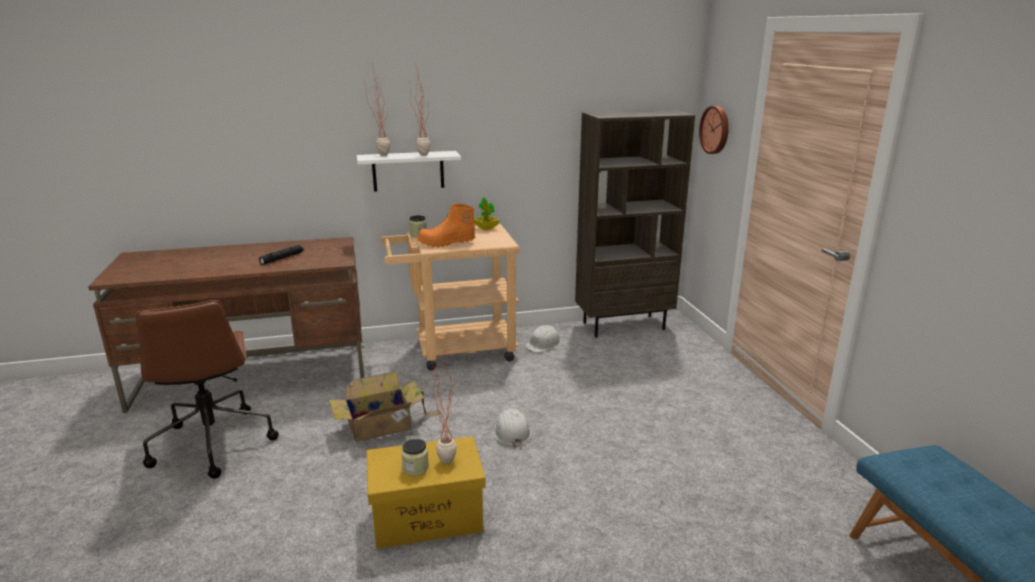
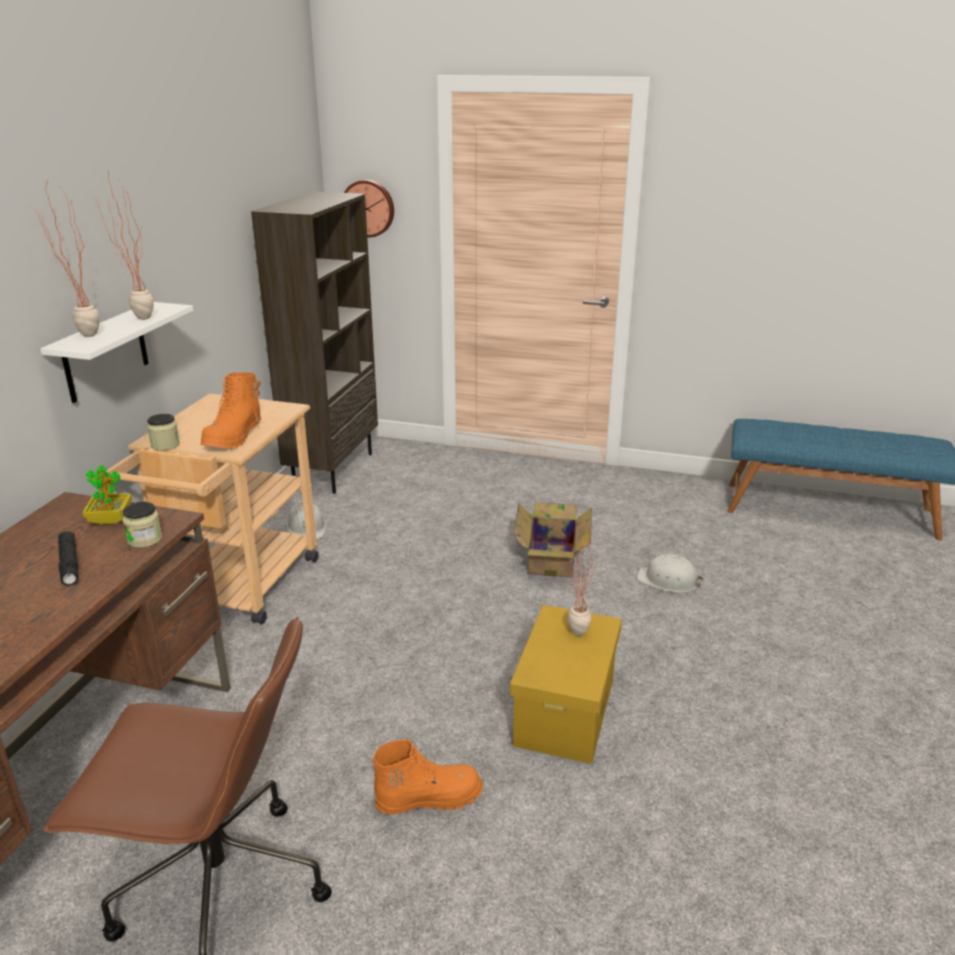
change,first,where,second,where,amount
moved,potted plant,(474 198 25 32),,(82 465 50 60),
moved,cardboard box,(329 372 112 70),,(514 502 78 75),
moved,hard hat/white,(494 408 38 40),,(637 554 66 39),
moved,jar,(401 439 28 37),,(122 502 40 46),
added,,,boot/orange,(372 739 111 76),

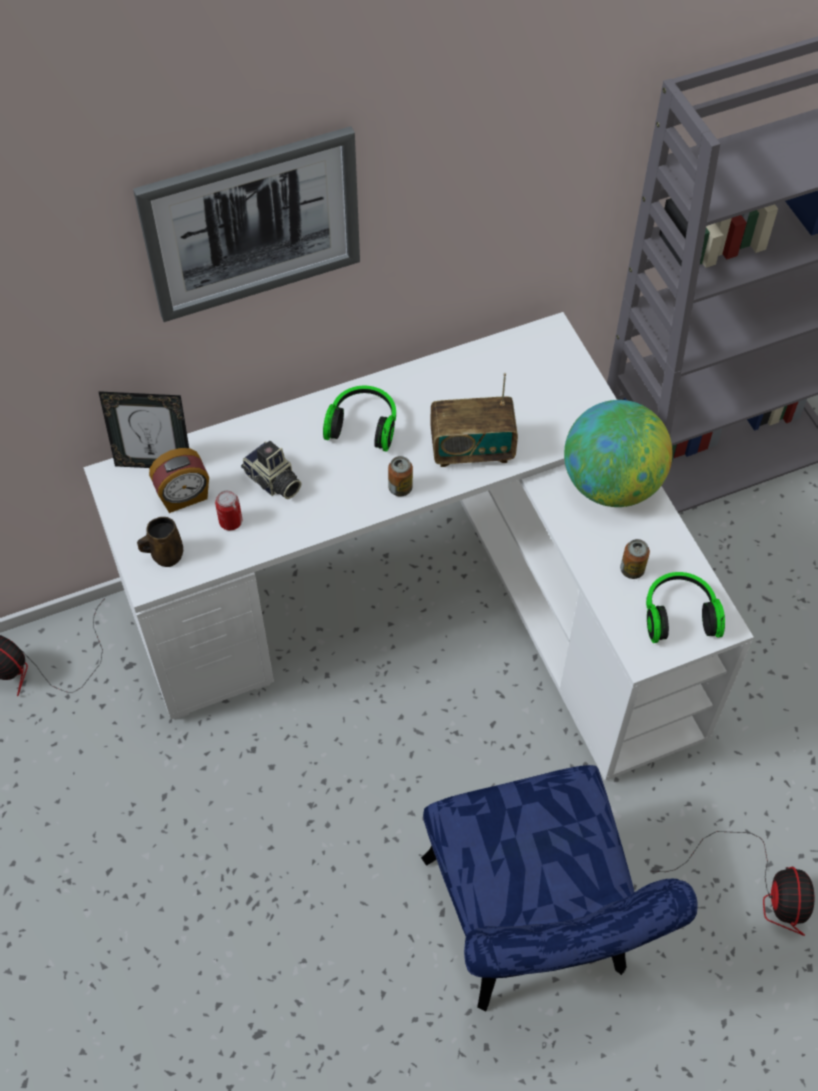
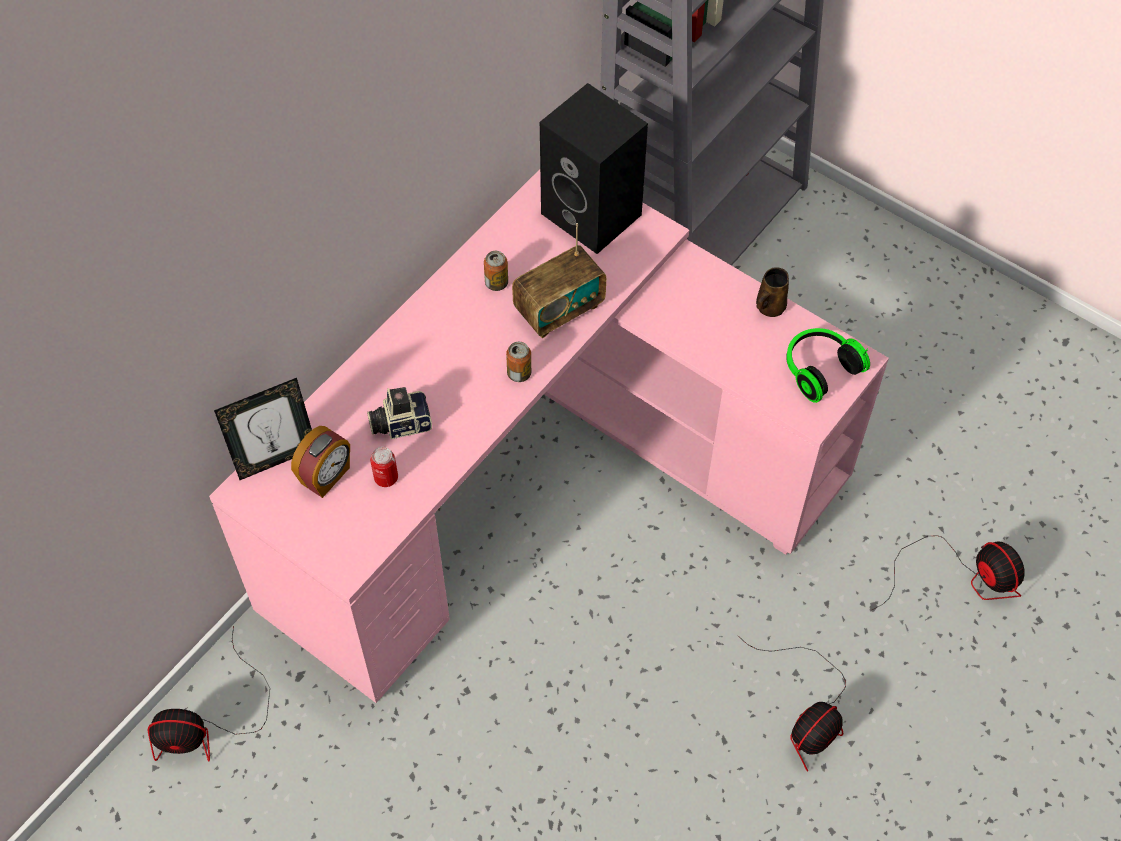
change,first,where,second,where,amount
removed,picture,(133 126 227 196),,,
recoloured,desk/white,(84 312 670 469),desk/pink,(209 169 680 534),
removed,headphones,(323 386 73 66),,,
removed,globe,(564 400 109 107),,,
turned,photo camera,(241 441 60 58),,(367 387 65 52),150 degrees clockwise
moved,mug/brown,(137 517 46 50),,(756 267 33 50),
moved,can,(620 539 30 40),,(484 251 24 40),
replaced,chair/blue,(421 765 277 246),fan,(737 635 109 136),
added,,,speaker/black,(540 83 108 171),

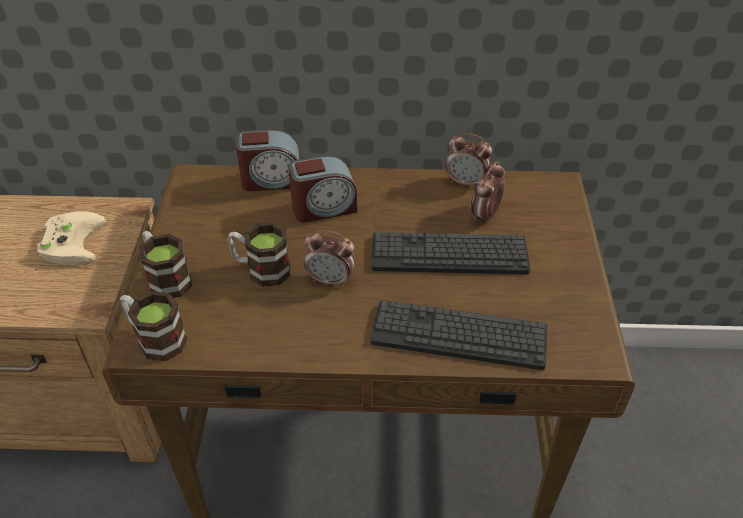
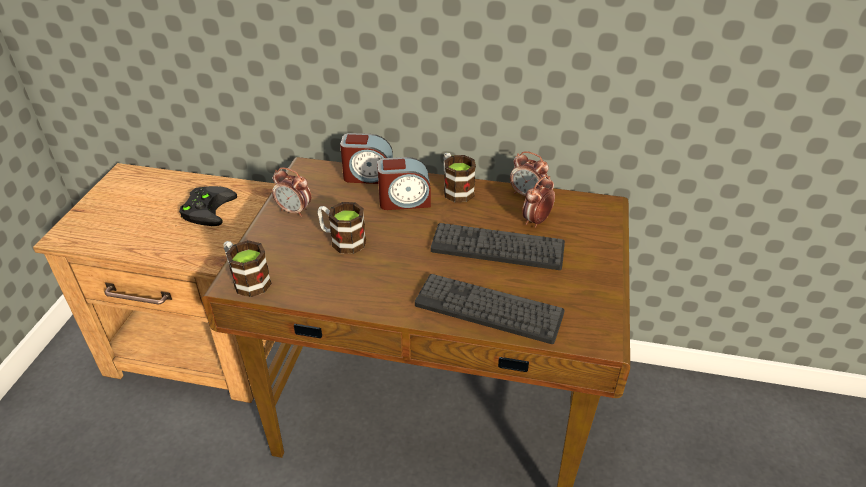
change,first,where,second,where,amount
recoloured,game controller/beige,(37 211 69 54),game controller/black,(179 186 58 40),
moved,alarm clock,(304 230 51 57),,(272 167 39 50),
moved,mug,(139 231 53 67),,(444 153 32 49),

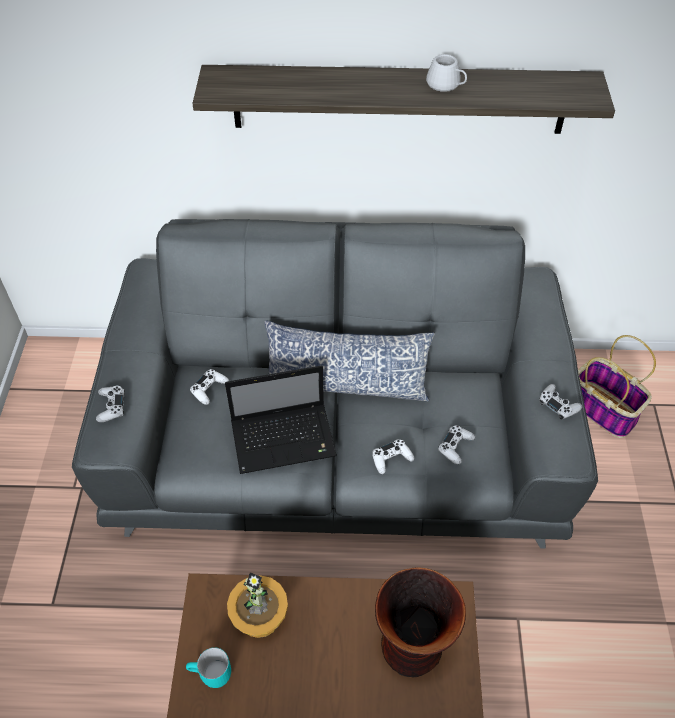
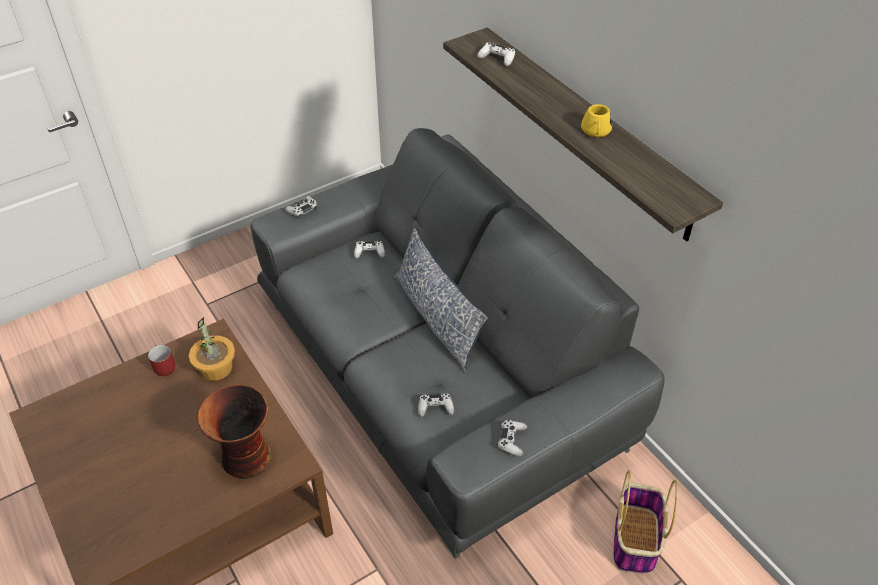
change,first,where,second,where,amount
recoloured,mug/white,(426 54 41 38),mug/yellow,(581 104 31 33),
removed,laptop,(225 366 112 108),,,
moved,game controller/white,(372 439 42 35),,(477 42 38 24),
recoloured,mug/turquoise,(186 647 45 41),mug/red,(148 345 27 31),

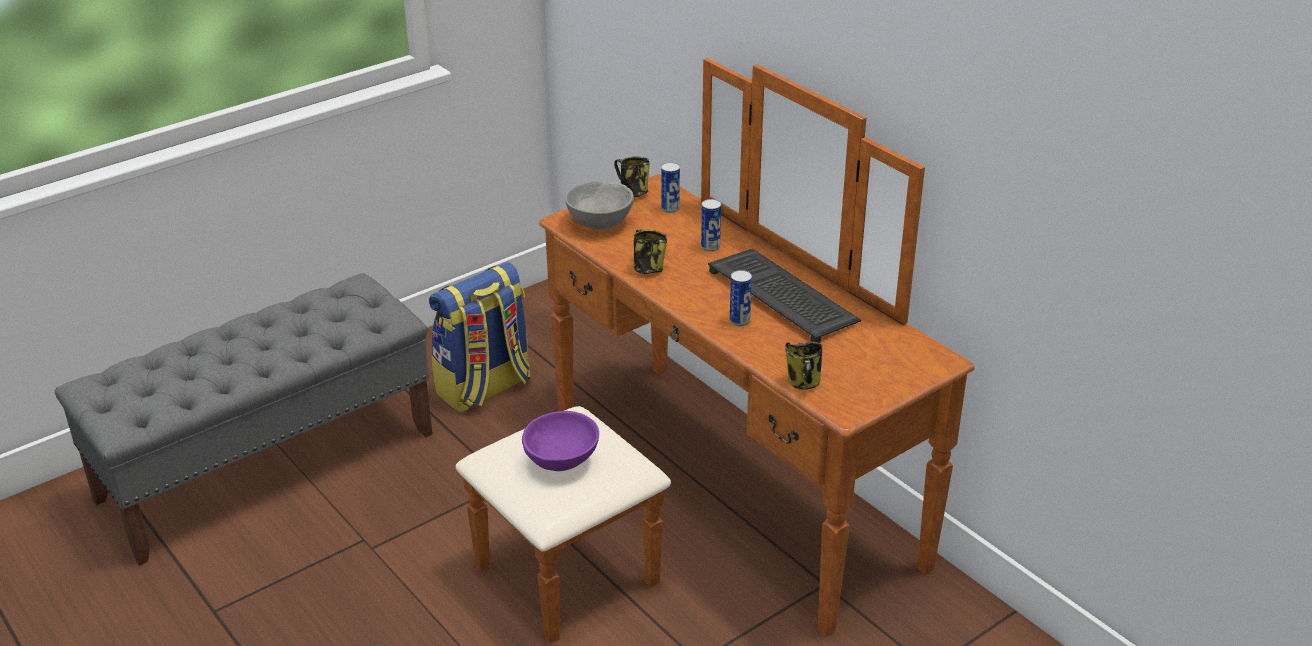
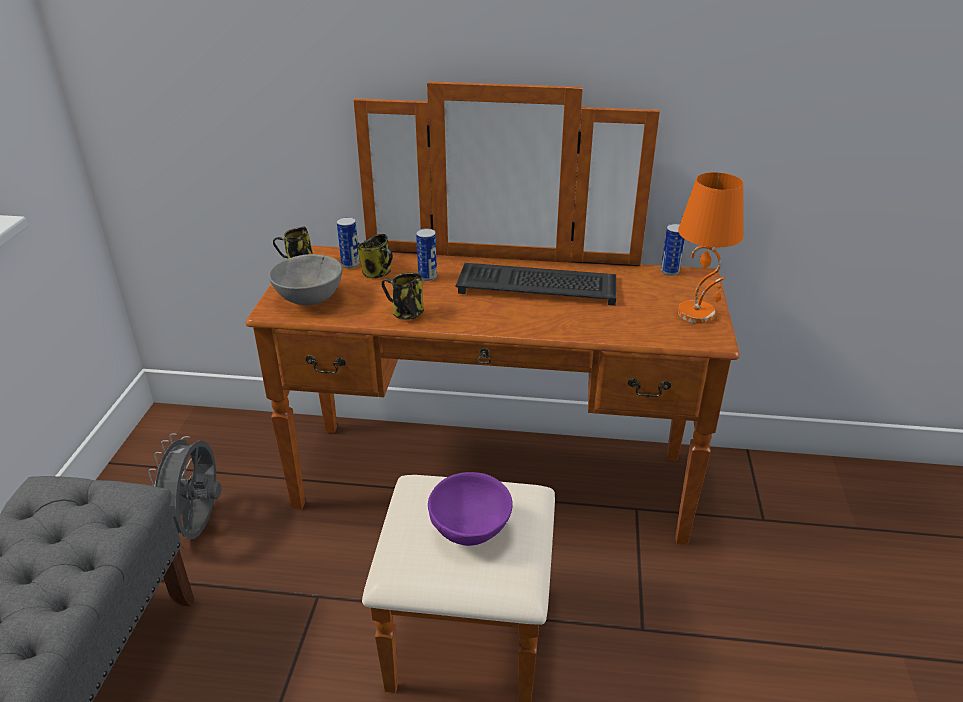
change,first,where,second,where,amount
replaced,backpack,(429 262 102 151),fan/grey,(148 433 73 106),
moved,can,(730 270 22 56),,(661 224 24 52),
moved,mug,(785 342 37 48),,(357 234 36 44),
added,,,table lamp/orange,(678 172 65 151),

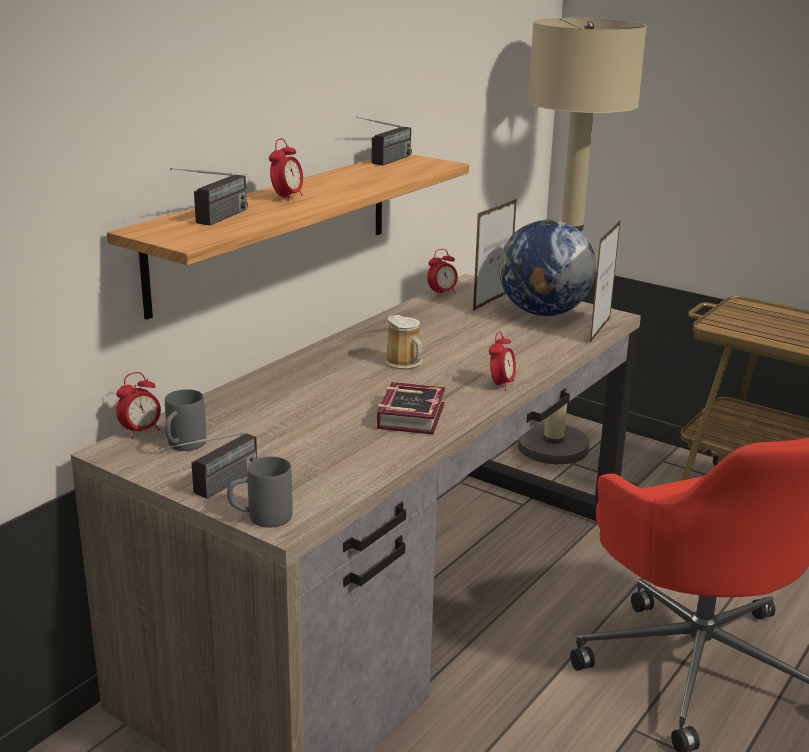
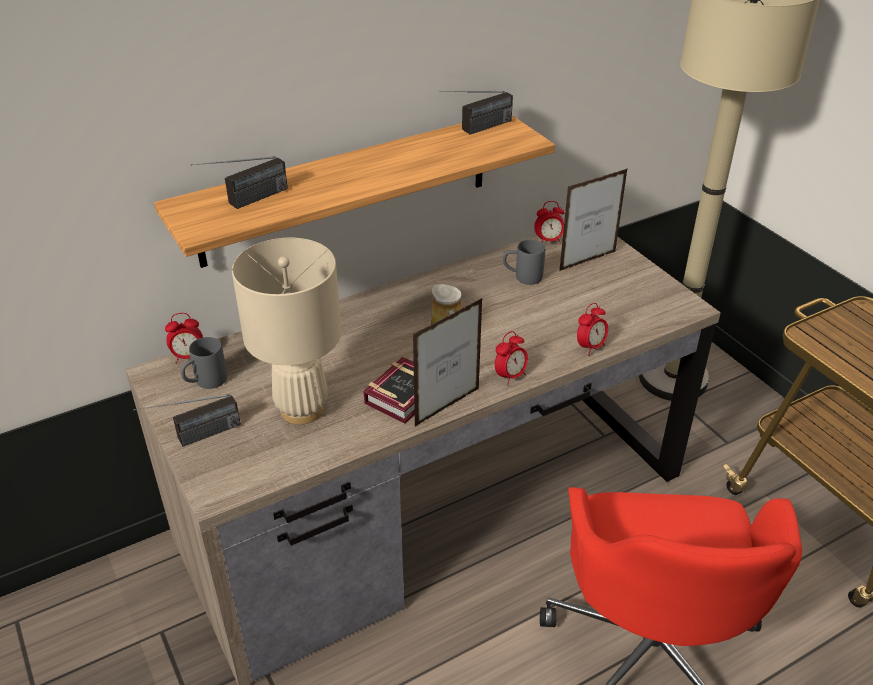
change,first,where,second,where,amount
moved,alarm clock,(269 138 34 63),,(577 303 31 52),
removed,globe,(499 220 97 96),,,
moved,picture frame,(590 220 30 122),,(413 298 69 128),
moved,mug/grey,(227 456 66 71),,(503 240 42 45),
added,,,table lamp/beige,(232 238 110 187),

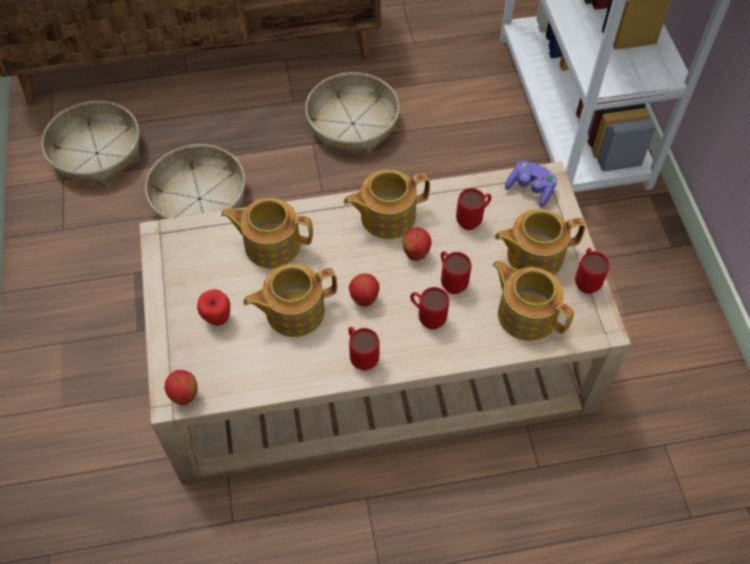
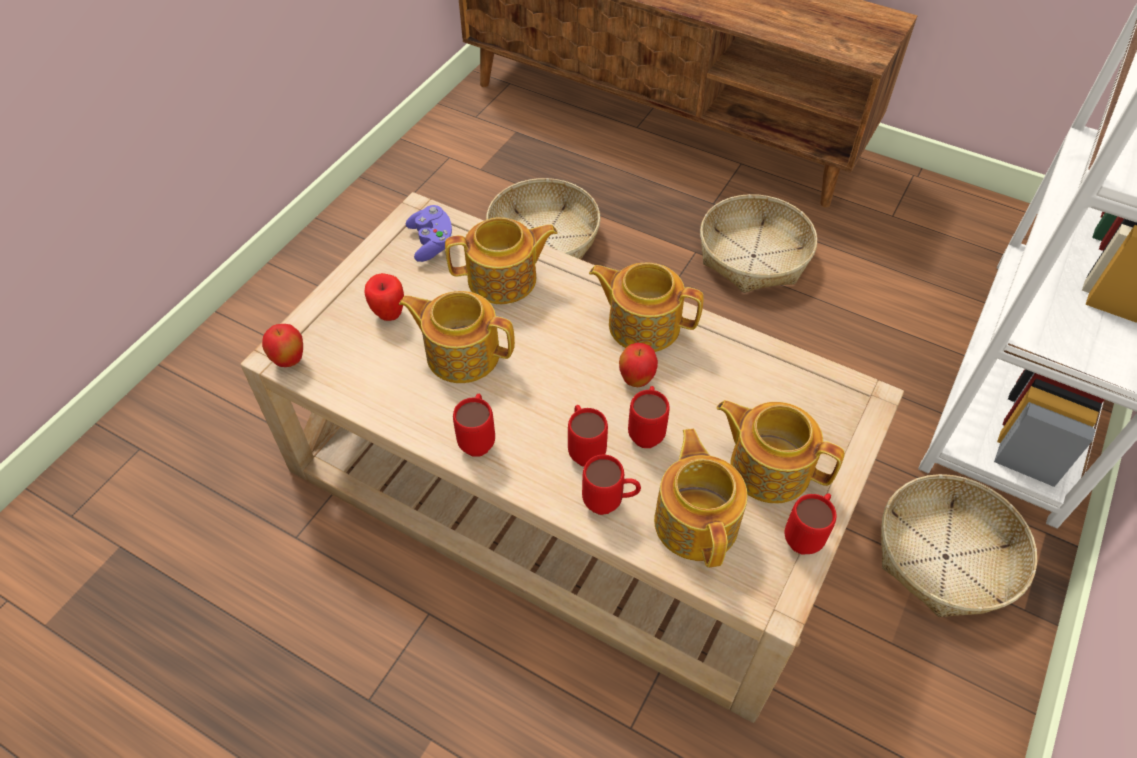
change,first,where,second,where,amount
moved,basket,(41 101 98 84),,(881 474 156 143),
moved,game controller/purple,(505 161 52 46),,(406 205 46 57),
moved,mug/red,(456 188 35 42),,(582 455 59 60),
turned,teapot,(221 198 92 70),,(445 217 113 87),120 degrees clockwise
removed,apple,(349 273 31 34),,,

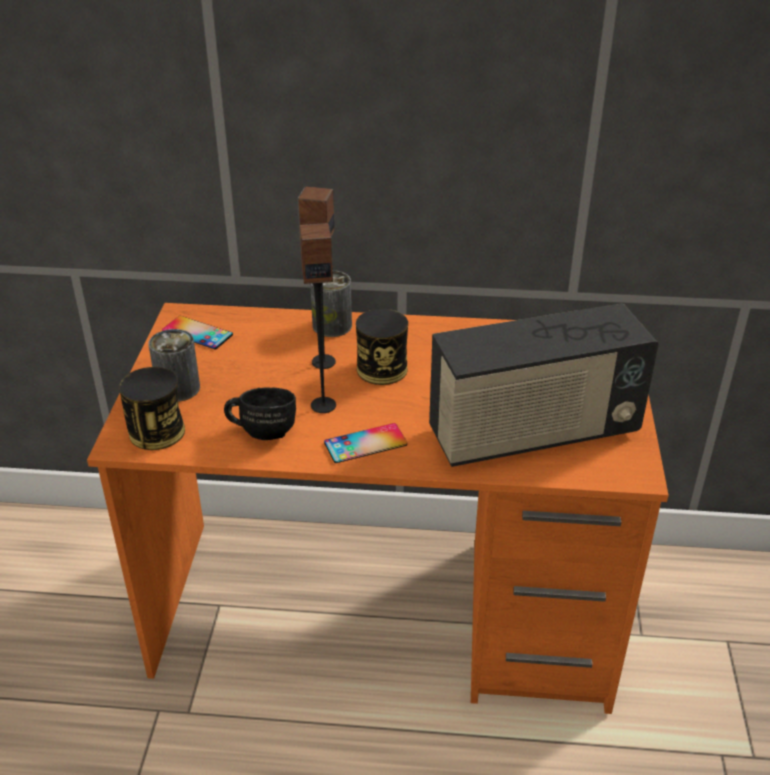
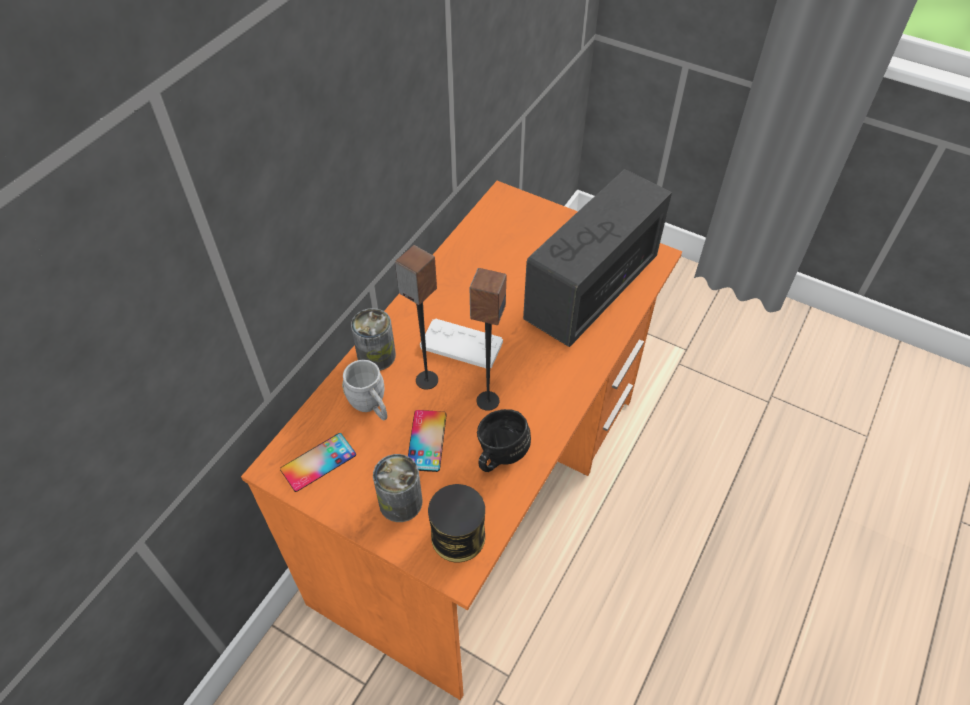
change,first,where,second,where,amount
turned,radio,(429 303 230 164),,(523 169 149 178),150 degrees counterclockwise
replaced,can,(356 309 52 76),game controller/white,(420 318 83 50),
moved,phone,(324 423 83 40),,(408 410 39 62),
added,,,mug/grey,(342 360 45 60),

